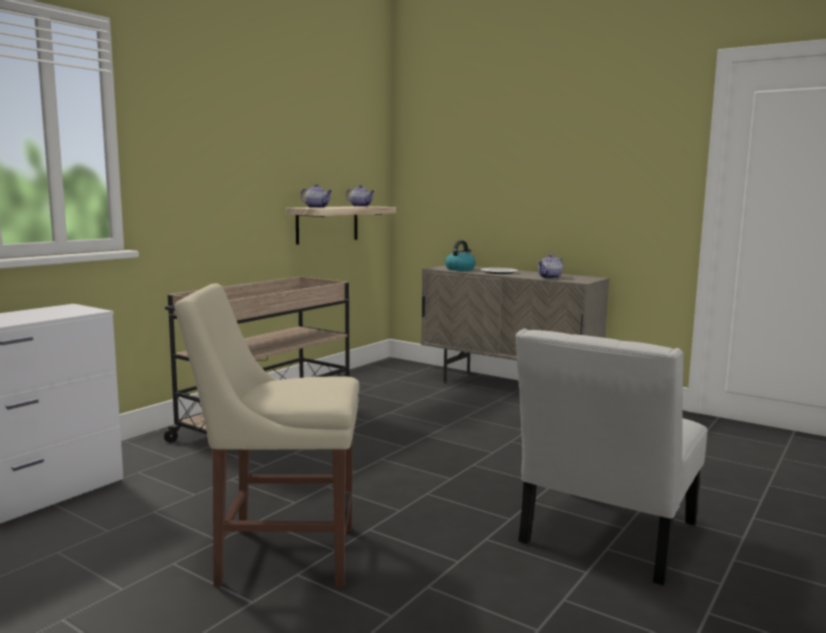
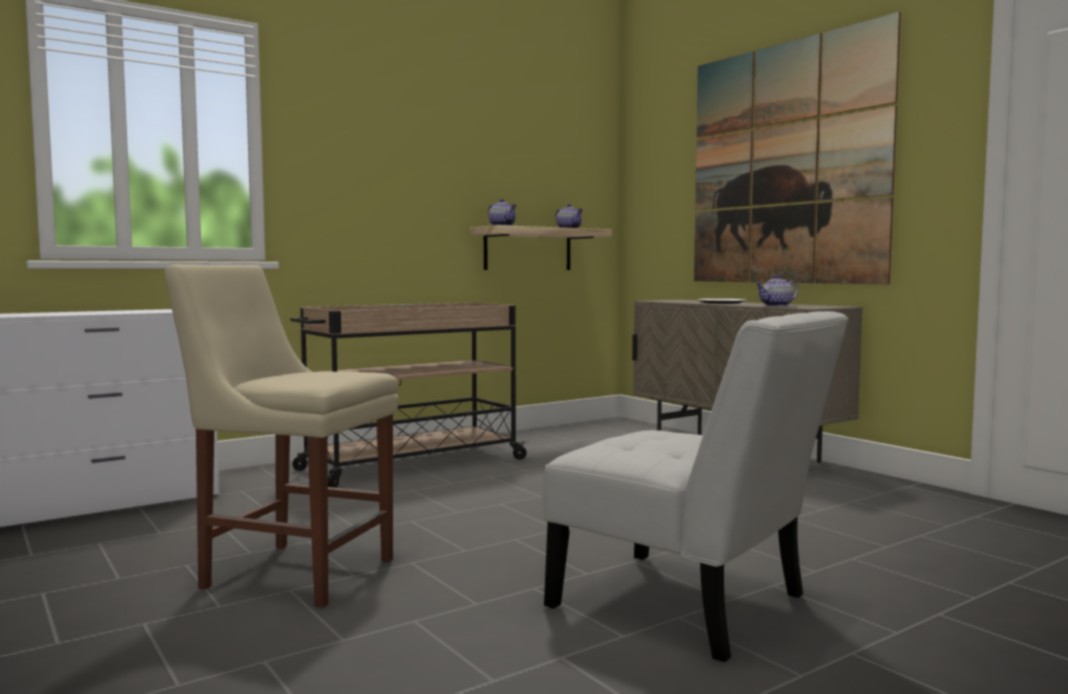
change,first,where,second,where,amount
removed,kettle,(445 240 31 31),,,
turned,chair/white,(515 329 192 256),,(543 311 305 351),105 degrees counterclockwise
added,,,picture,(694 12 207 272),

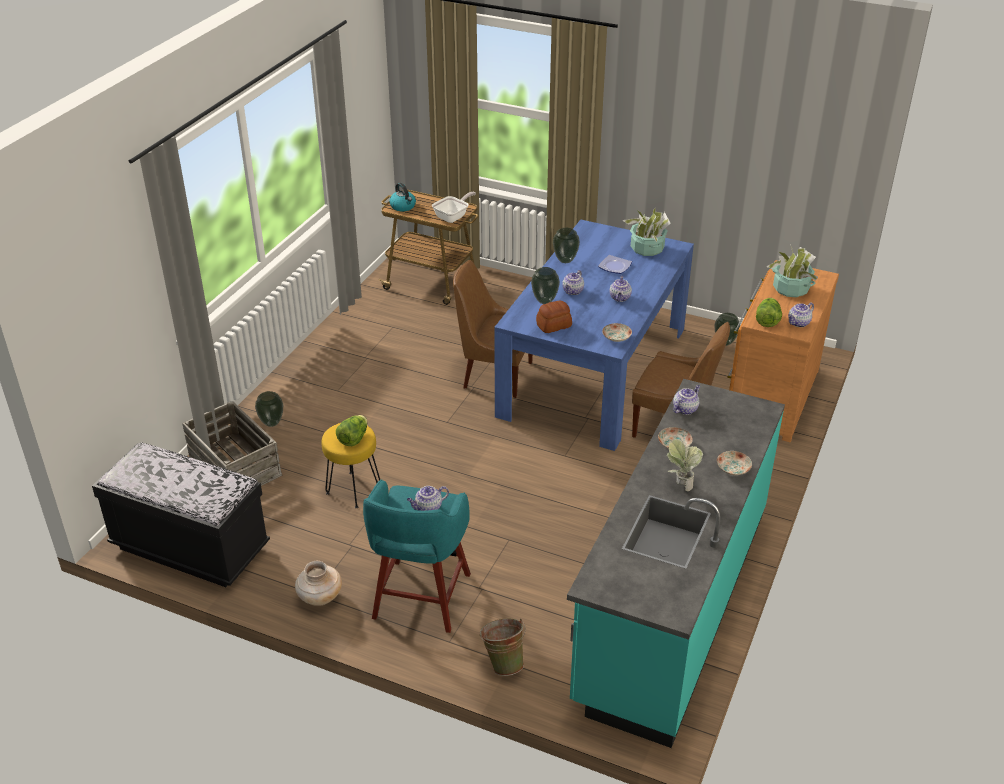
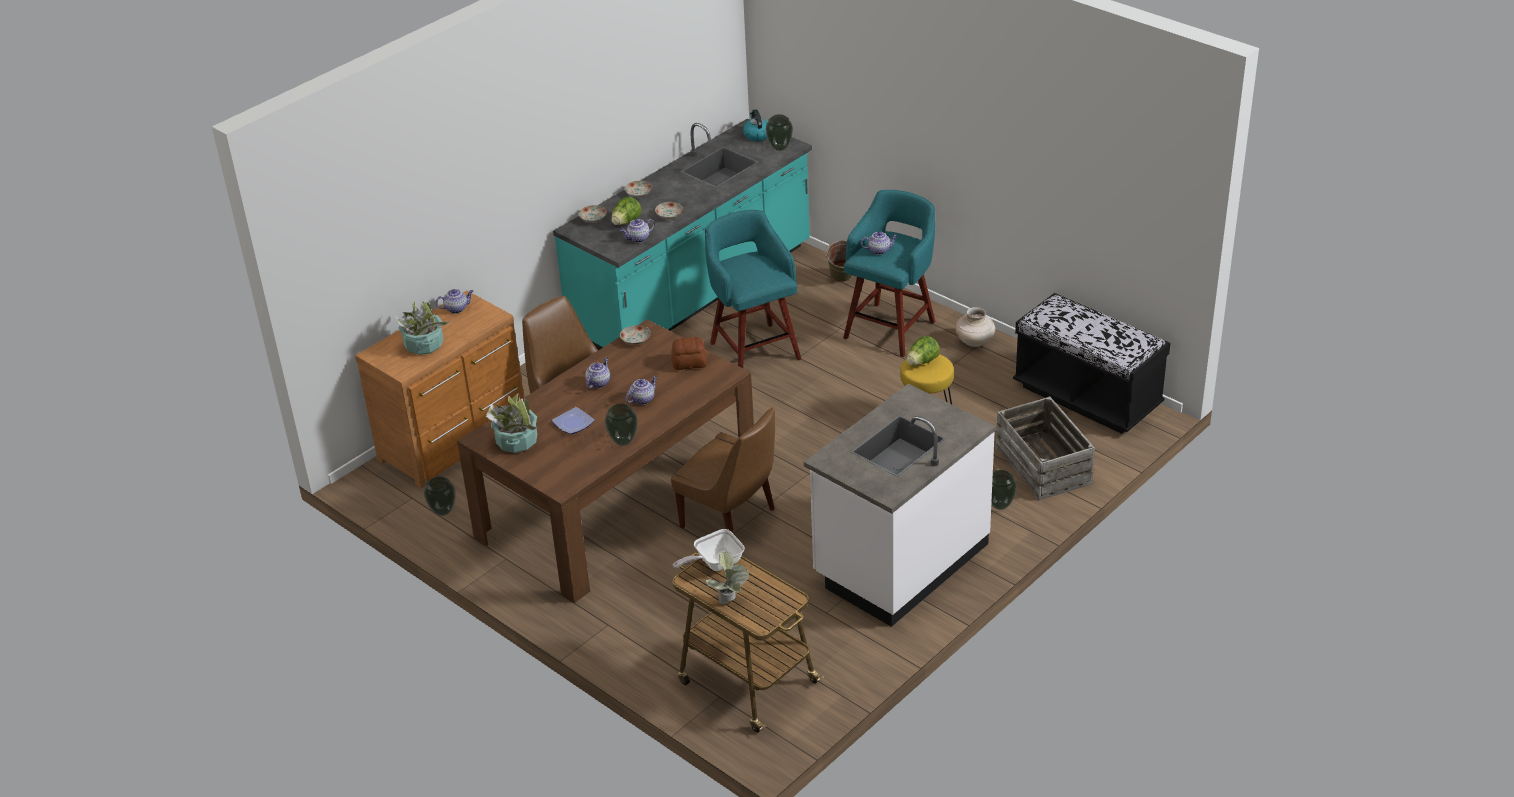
change,first,where,second,where,amount
moved,kettle,(389 183 27 29),,(743 109 25 32),
recoloured,dining table/blue,(494 219 200 232),dining table/brown,(457 319 297 284),
moved,vase,(531 267 29 37),,(765 114 28 37),
moved,lettuce,(756 298 26 29),,(611 197 31 28),
moved,potted plant,(667 439 36 52),,(705 552 44 53),
added,,,plate,(579 205 28 18),
added,,,stool/turquoise,(705 210 96 158),
added,,,counter/white,(804 384 192 243),

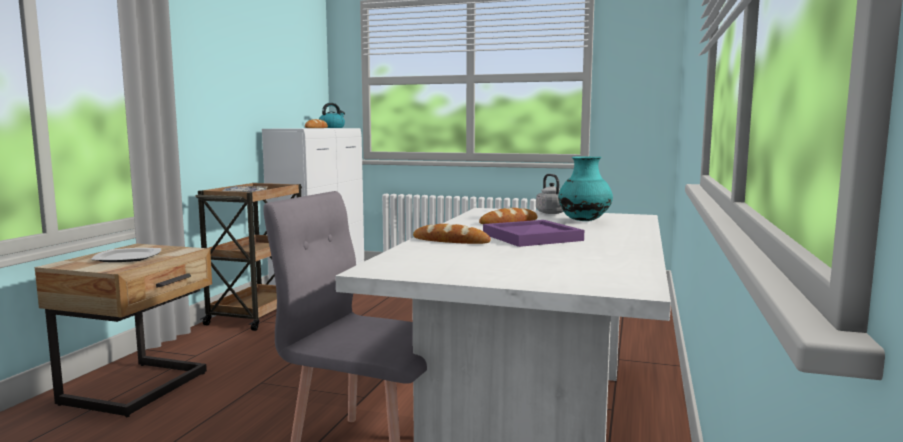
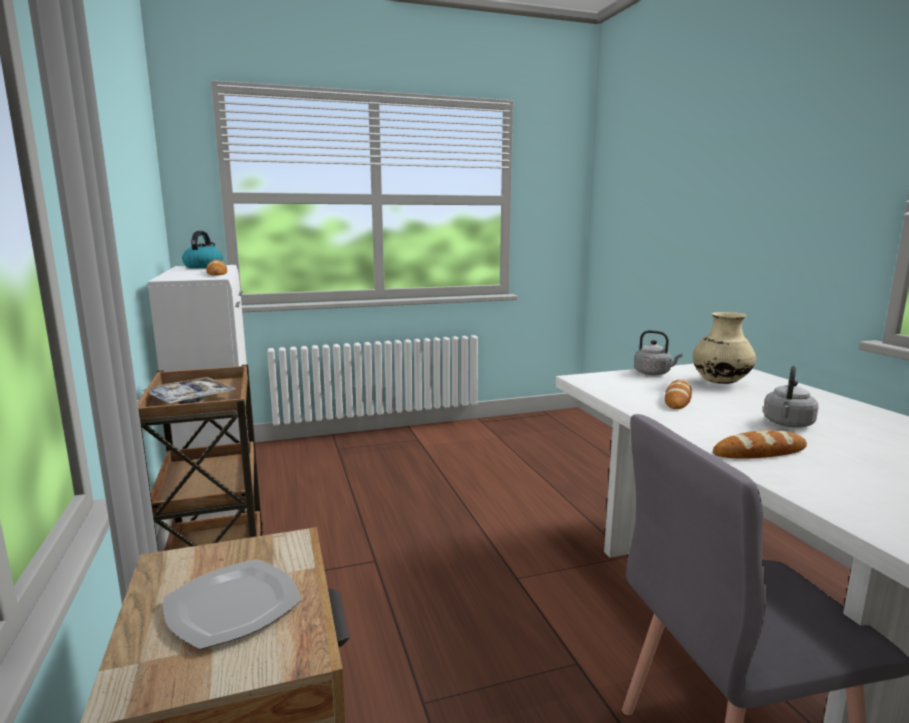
change,first,where,second,where,amount
recoloured,vase/turquoise,(558 156 55 65),vase/beige,(693 312 63 72),
replaced,tray/purple,(483 220 101 27),kettle/grey,(763 366 56 61),

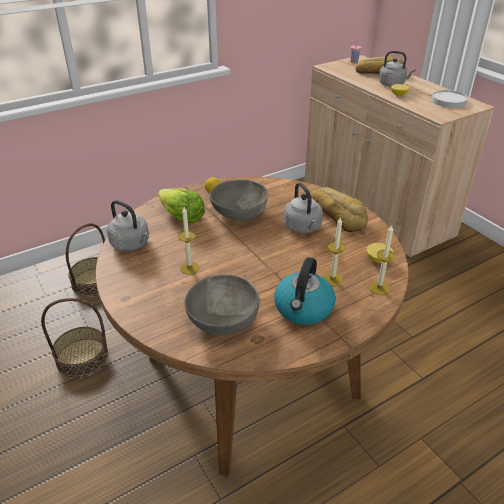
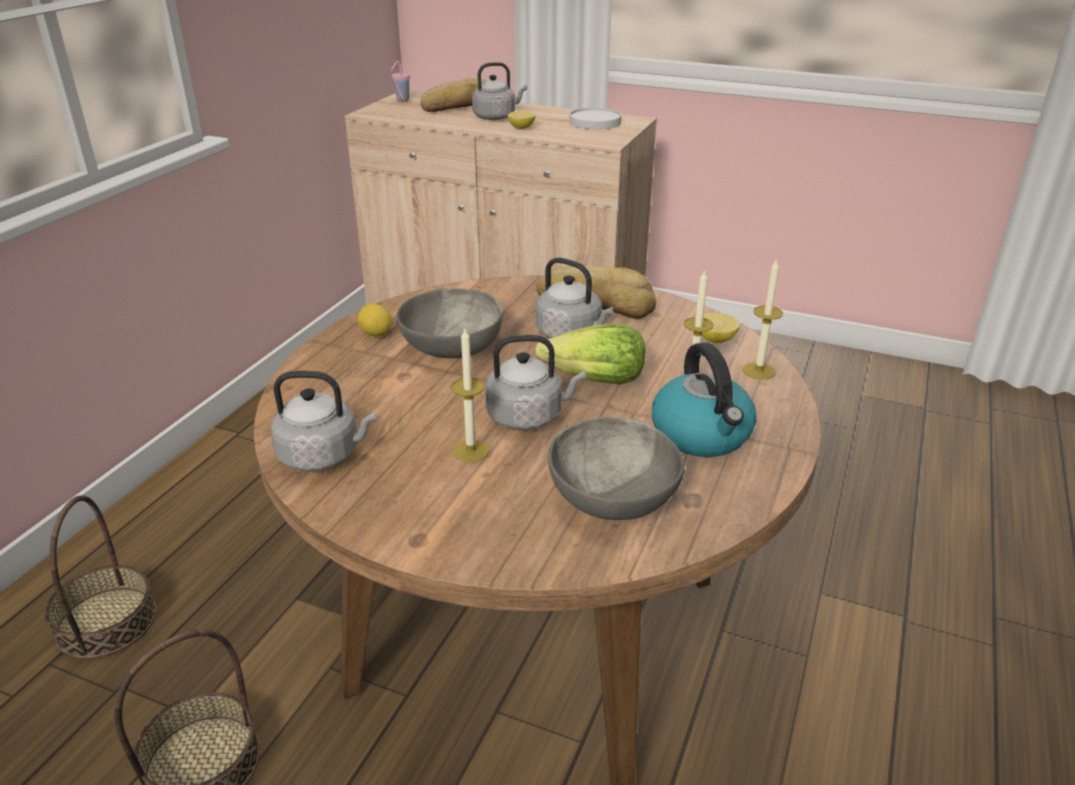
change,first,where,second,where,amount
moved,lettuce,(158 188 47 35),,(535 324 110 61),
added,,,kettle/grey,(485 335 101 95),

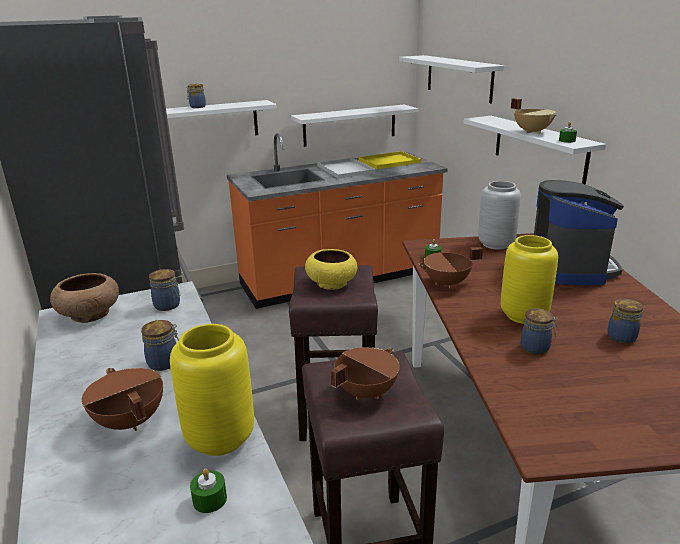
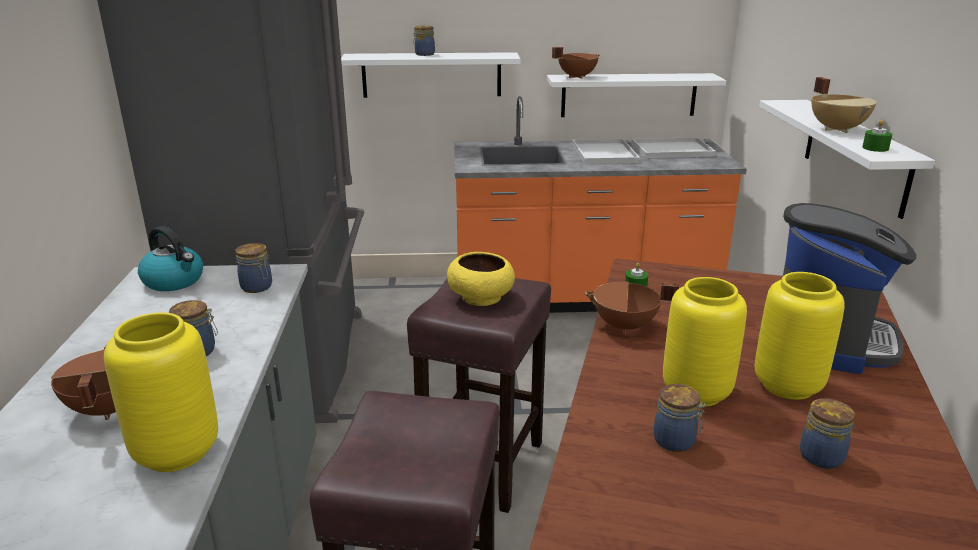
change,first,where,second,where,amount
removed,shelf/white,(399 55 105 48),,,
recoloured,tray/yellow,(358 151 63 18),tray/white,(631 137 85 21),
removed,vase/grey,(478 181 43 69),,,
replaced,bowl/brown,(50 273 69 50),kettle,(138 226 65 65),
moved,cooking pot/brown,(331 347 69 53),,(552 47 48 32),
removed,candle/green,(190 469 37 44),,,
added,,,vase/yellow,(755 272 90 128),

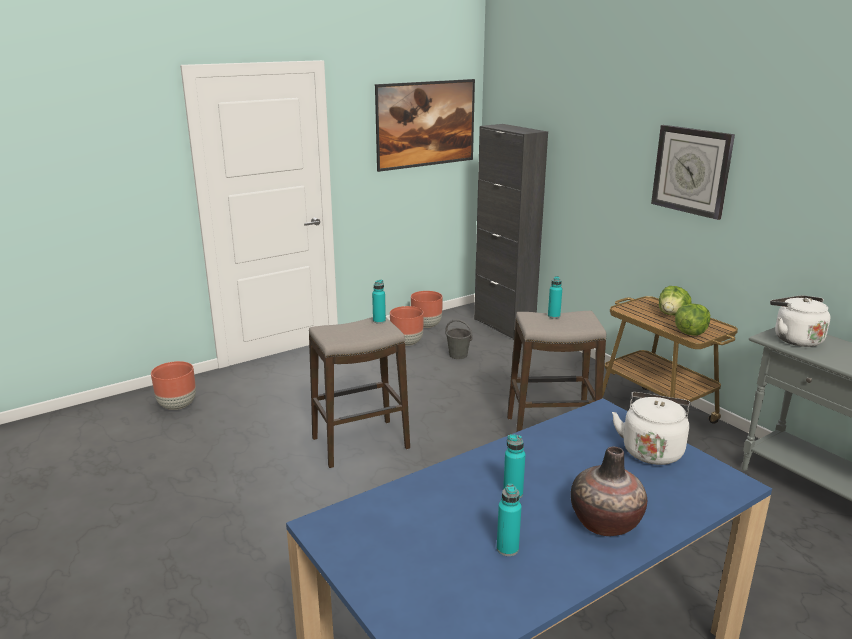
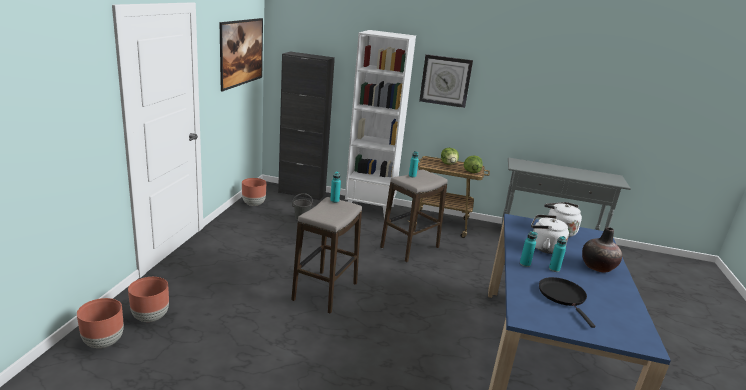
change,first,where,second,where,amount
moved,kettle/white,(770 295 61 52),,(531 215 38 39),
moved,planter/brown,(390 306 34 40),,(77 298 47 50),
moved,bottle/turquoise,(497 484 25 72),,(520 231 18 36),
added,,,bookcase/white,(345 30 71 189),
added,,,frying pan/black,(539 277 57 51),

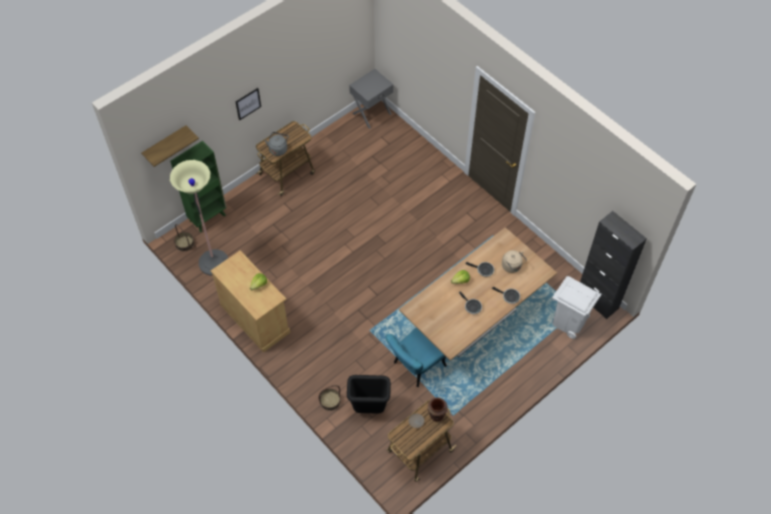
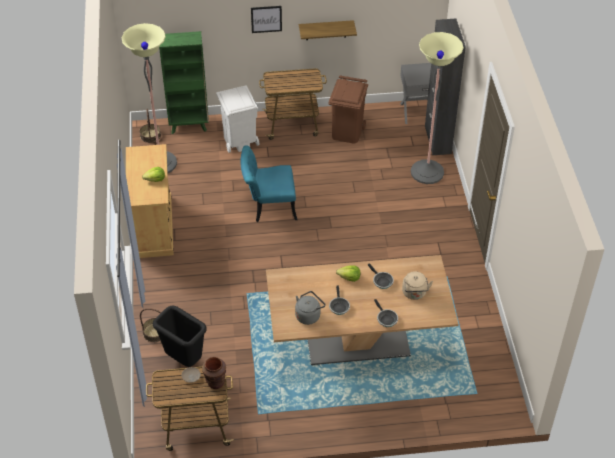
change,first,where,second,where,amount
moved,shelf,(141 125 58 42),,(299 20 58 20),
moved,kettle/grey,(265 132 24 24),,(295 291 31 34),
moved,cabinet/black,(580 211 67 108),,(425 19 41 136),
moved,trash can/white,(552 276 50 63),,(216 86 43 67),
moved,chair/turquoise,(385 328 62 59),,(240 145 57 77),
added,,,floor lamp,(411 32 53 152),
added,,,trash can/brown,(328 75 40 68),

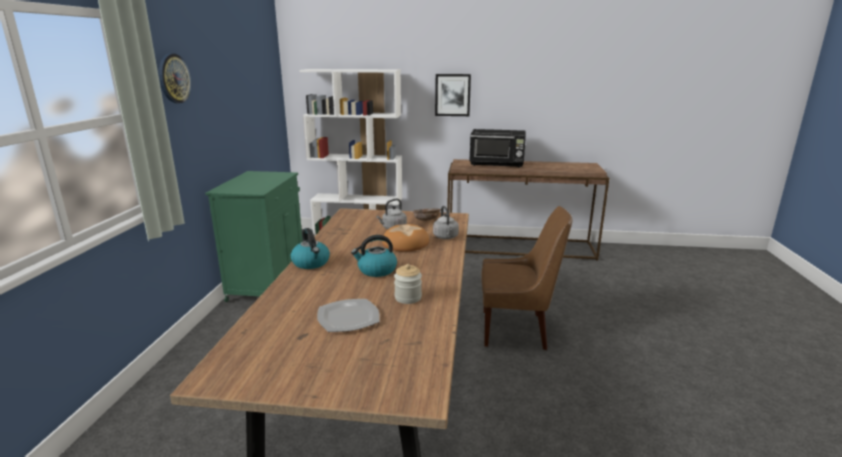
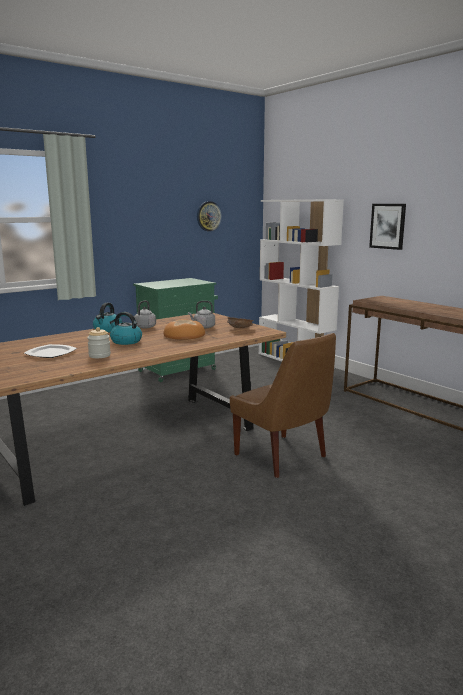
change,first,where,second,where,amount
moved,wall clock,(159 54 33 49),,(197 201 25 31),
removed,microwave/black,(470 129 56 39),,,
moved,kettle/grey,(433 206 26 33),,(134 300 22 29),

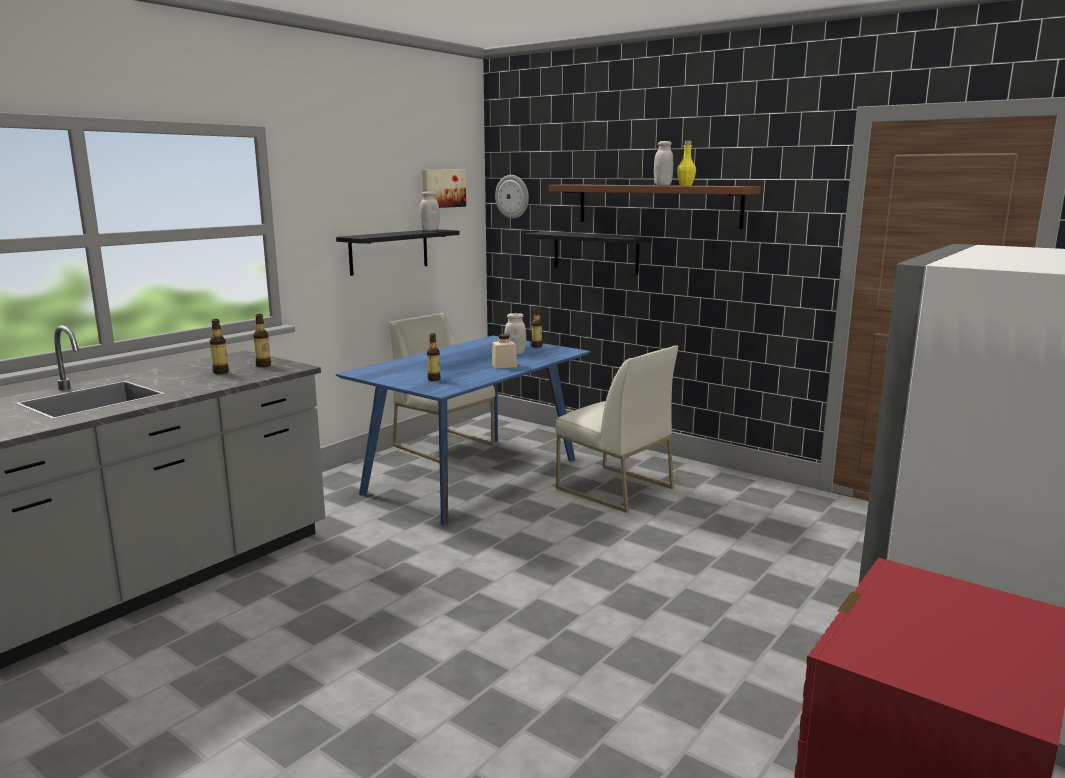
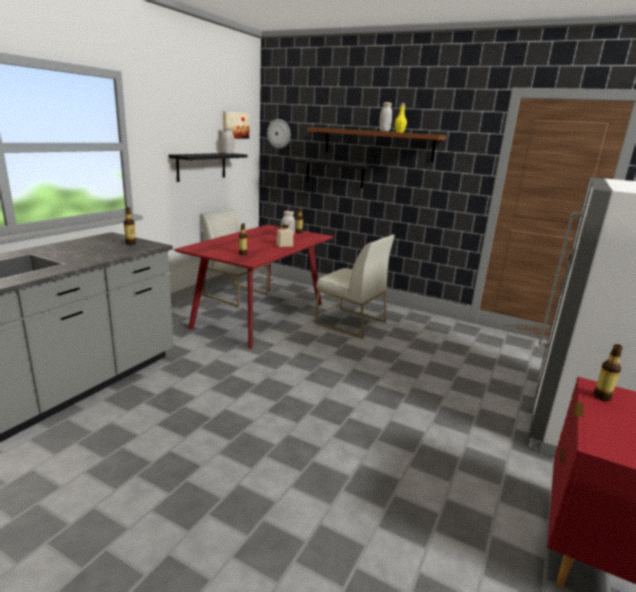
change,first,where,second,where,amount
moved,bottle,(210 319 19 55),,(593 344 30 57),
recoloured,dining table/blue,(336 336 255 189),dining table/red,(174 225 160 124),

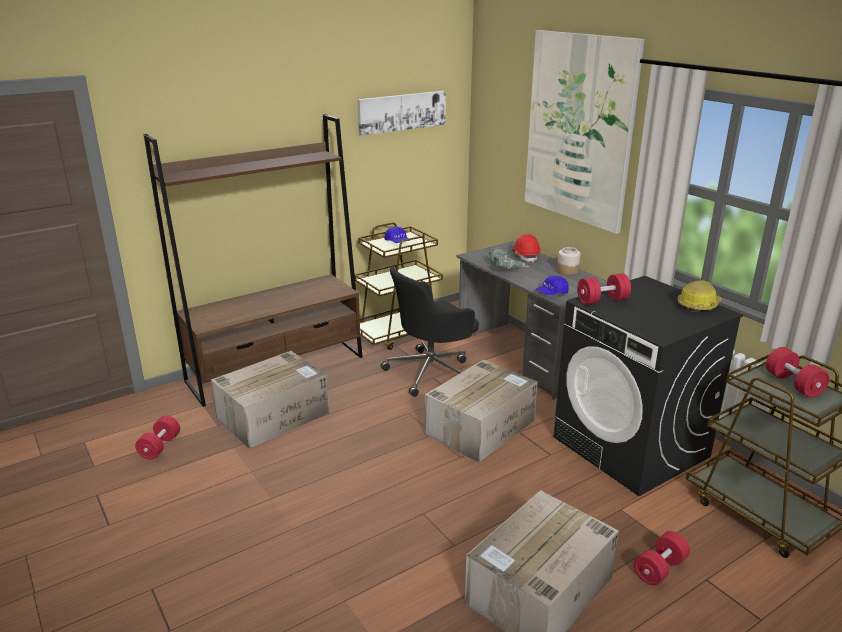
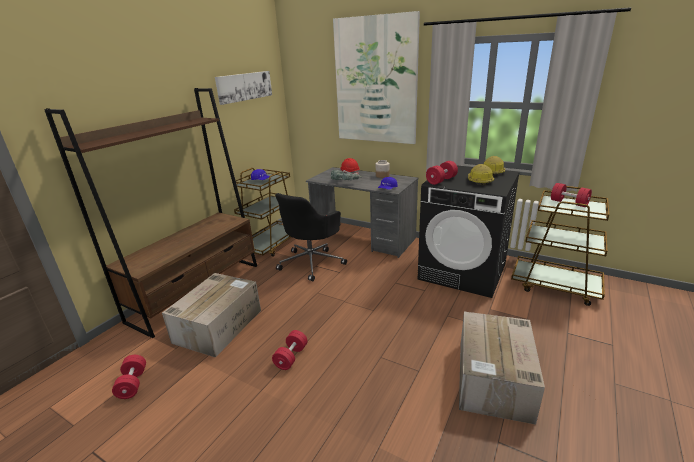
change,first,where,second,where,amount
removed,cardboard box,(425 360 113 103),,,
moved,dumbbell/red,(634 531 56 55),,(272 330 35 40),
added,,,hard hat,(468 164 27 21),

